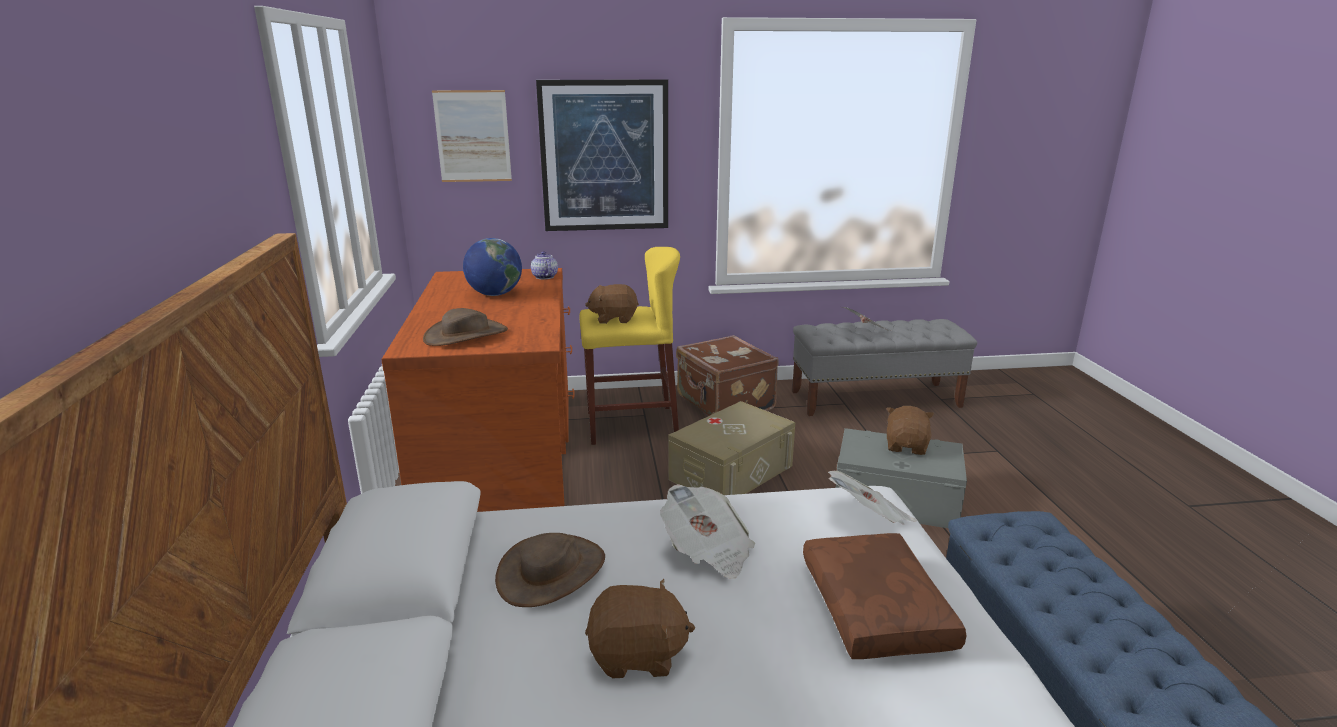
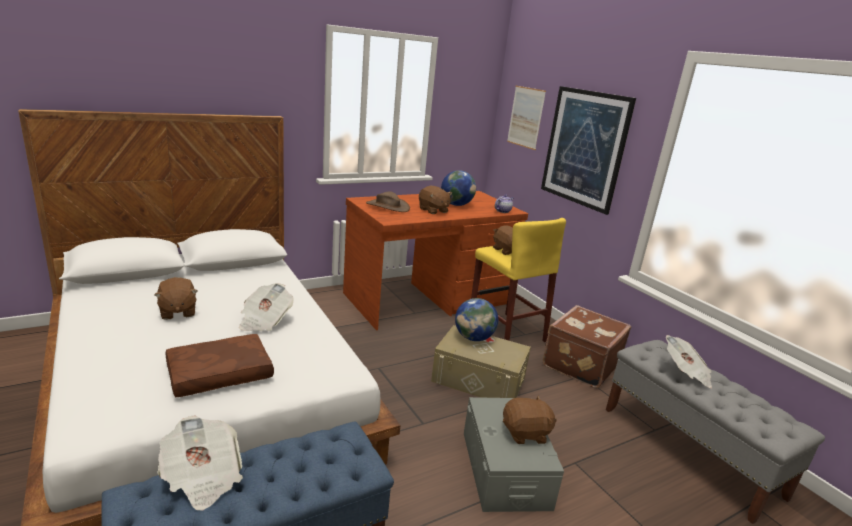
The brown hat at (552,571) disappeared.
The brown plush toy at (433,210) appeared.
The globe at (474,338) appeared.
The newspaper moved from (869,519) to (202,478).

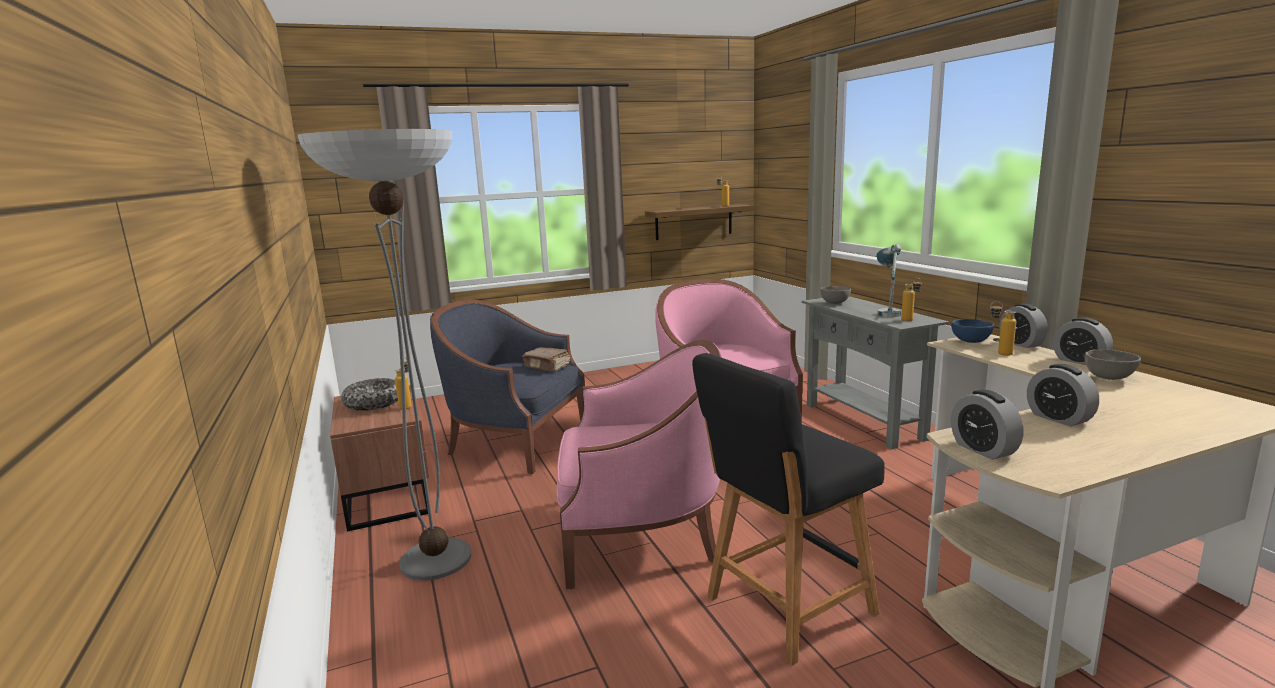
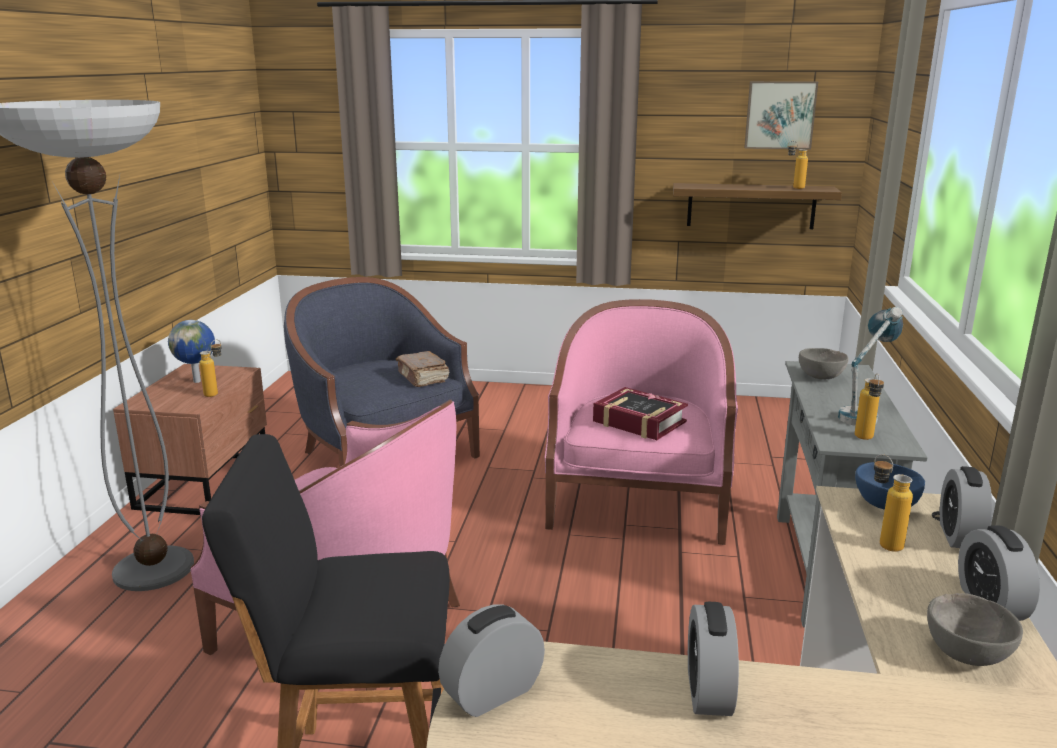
The book at (639,422) appeared.
The picture at (780,115) appeared.
The bowl at (374,403) was replaced by the globe at (198,381).
The alarm clock at (983,449) turned 45 degrees clockwise.

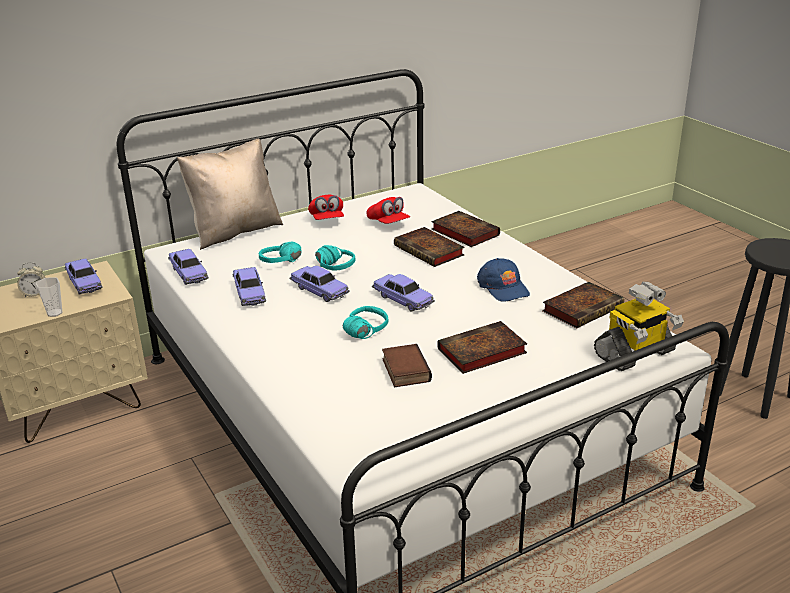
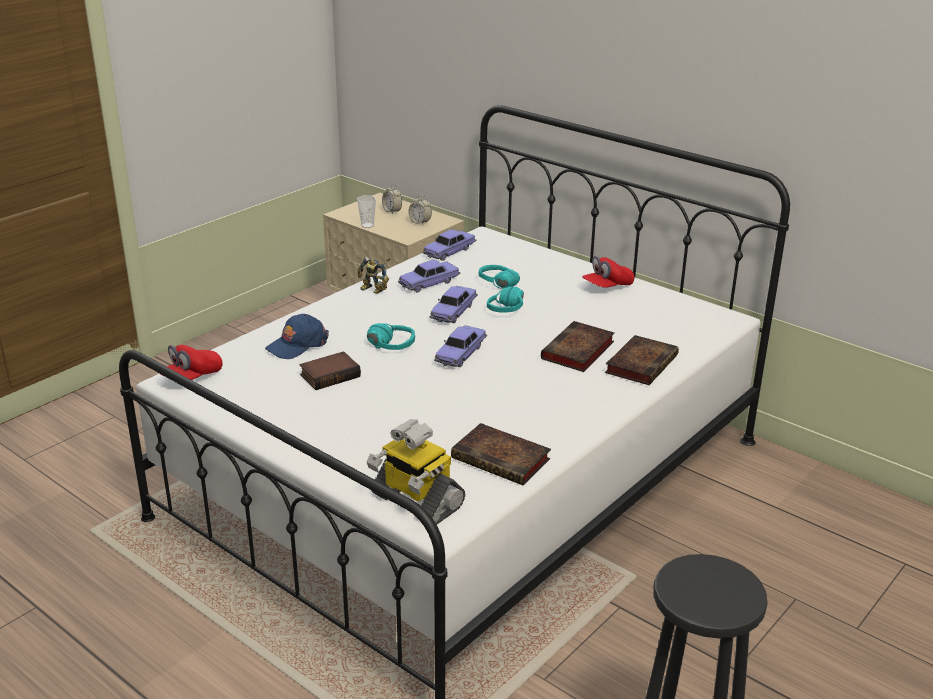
The beige pillow at (235,231) disappeared.
The book at (480,352) disappeared.
The toy robot at (372,290) appeared.
The red cap moved from (388,223) to (192,377).
The blue cap moved from (503,287) to (297,344).
The toy car at (84,283) was replaced by the alarm clock at (420,223).

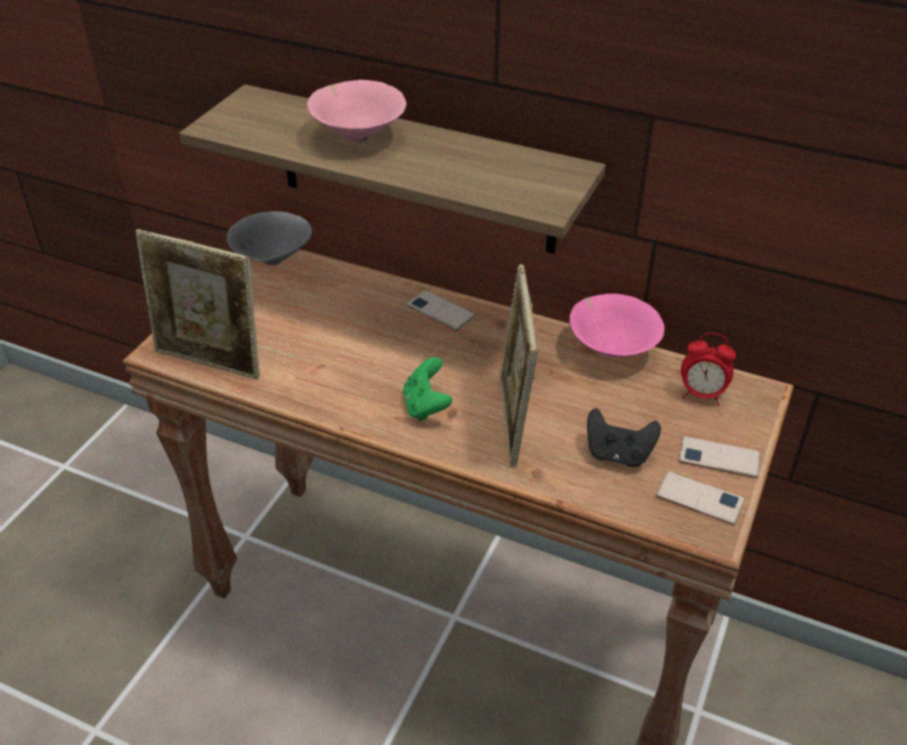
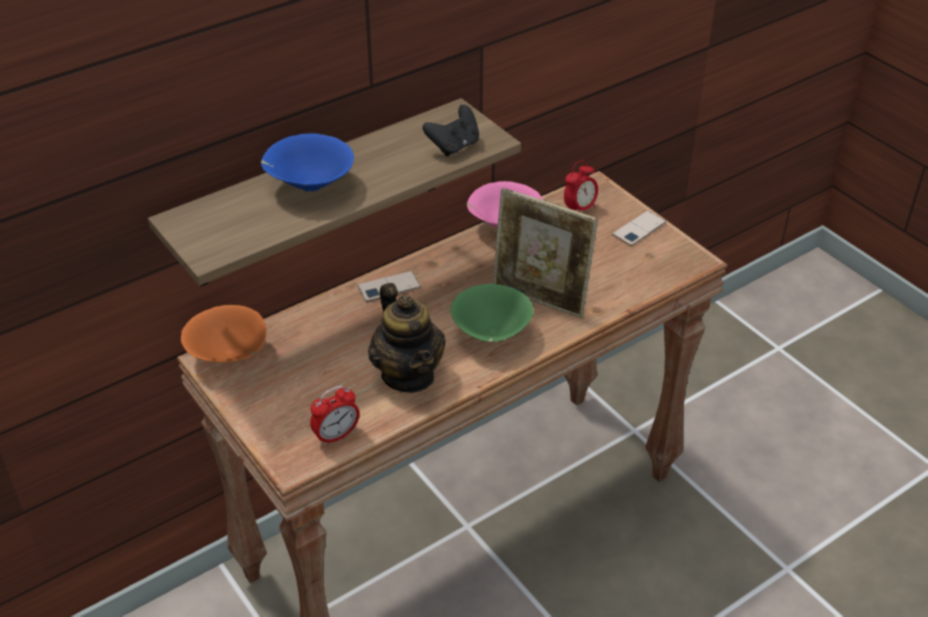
The phone at (699,498) disappeared.
The teapot at (408,375) appeared.
The black game controller moved from (618,454) to (454,146).
The picture frame at (211,361) was replaced by the alarm clock at (336,435).
The green game controller at (426,406) was replaced by the green bowl at (491,334).
The grey bowl at (272,261) became the orange bowl at (229,357).
The pink bowl at (357,135) became the blue bowl at (309,186).

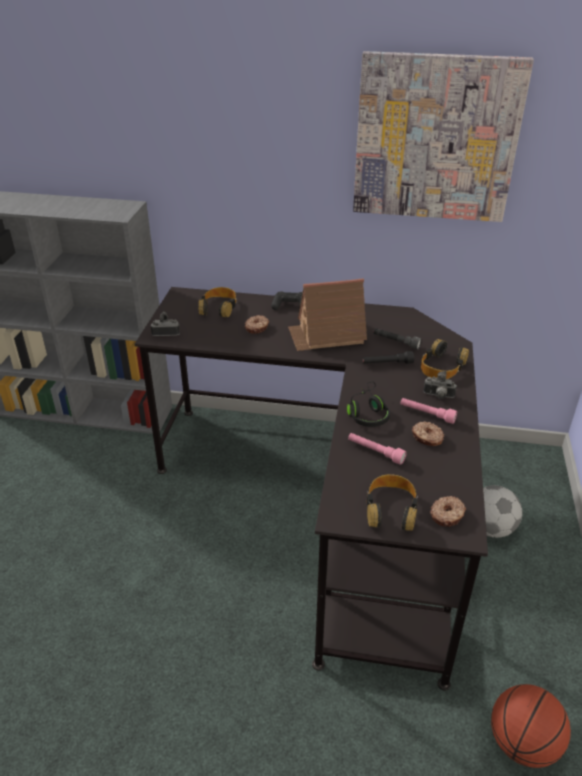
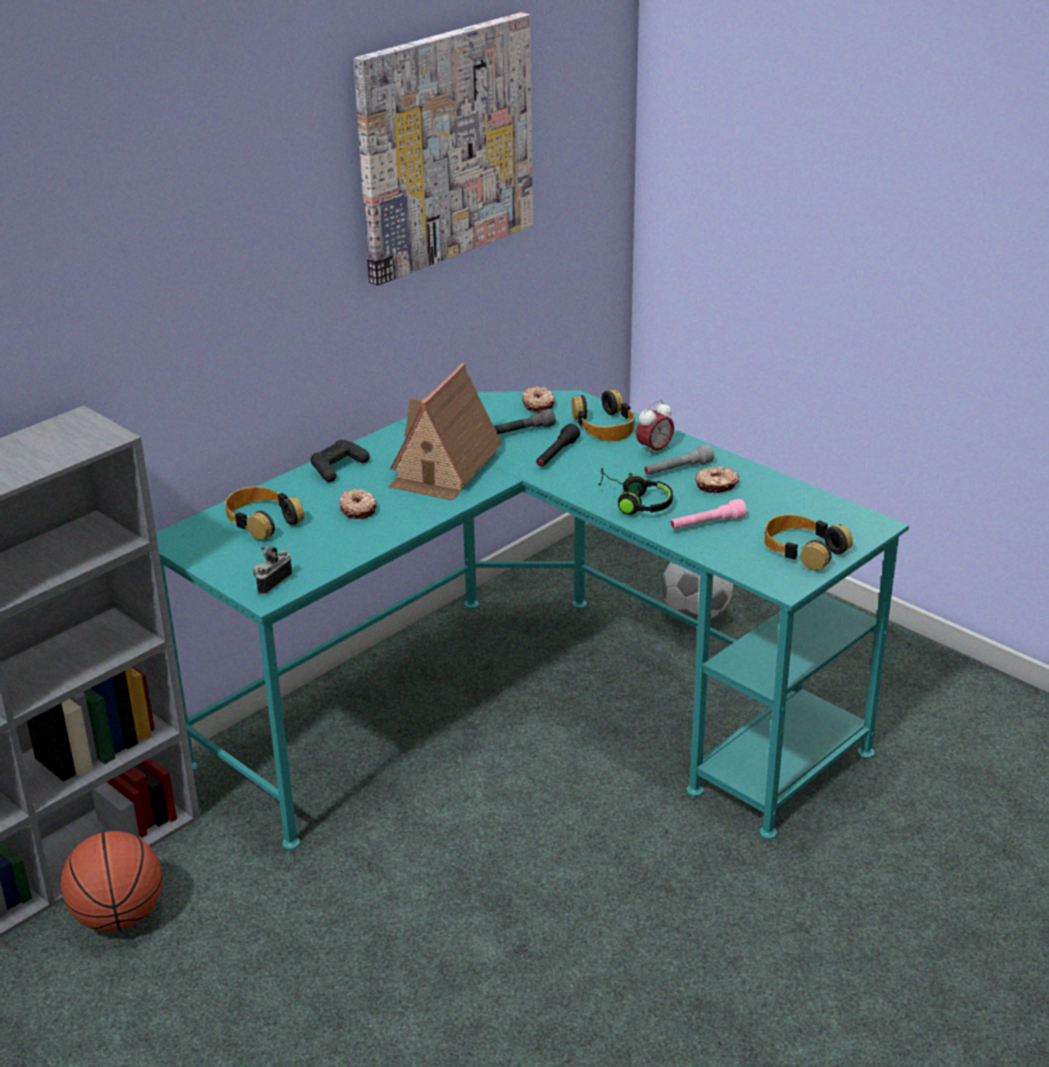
The donut moved from (447,515) to (539,405).
The basketball moved from (522,743) to (119,917).
The photo camera at (438,396) was replaced by the alarm clock at (654,450).
The black desk at (329,501) became the turquoise desk at (526,711).
The pink flashlight at (427,414) became the grey flashlight at (677,470).

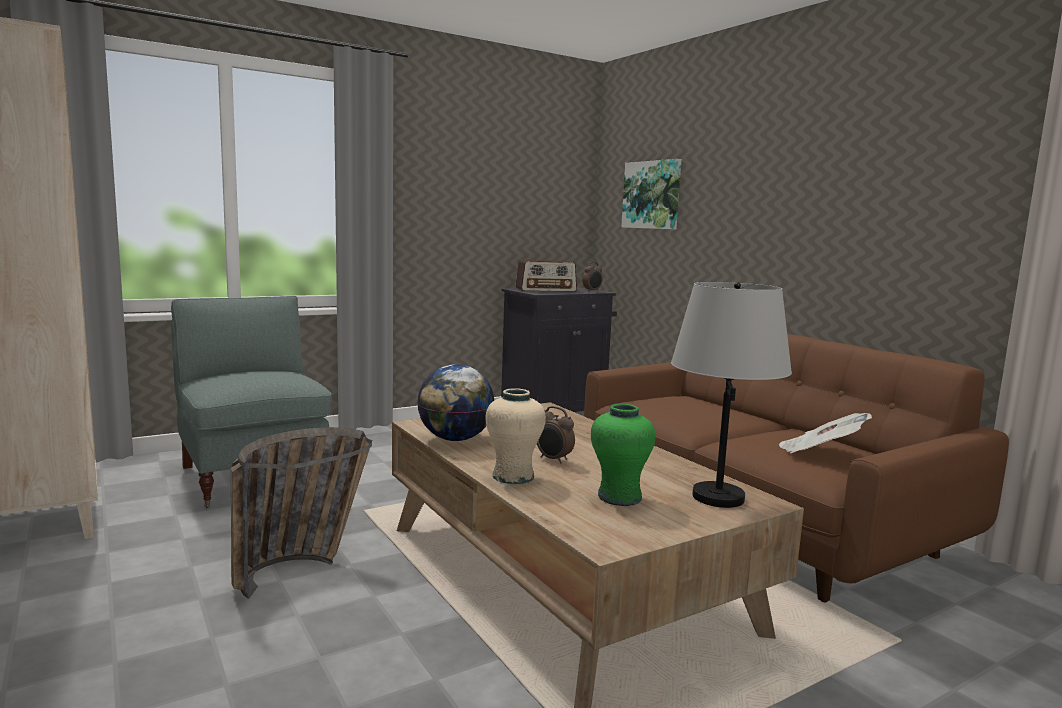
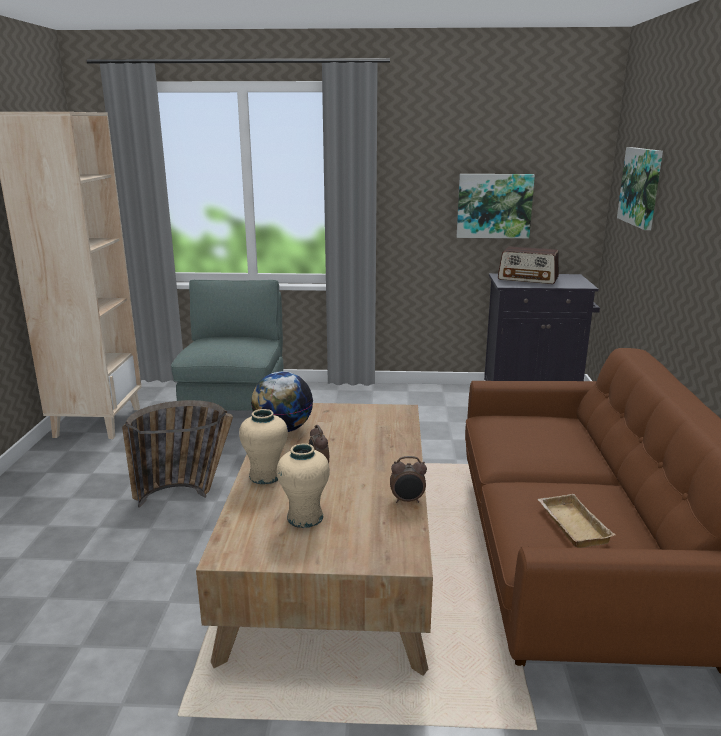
The grey table lamp at (717,497) disappeared.
The picture at (494,206) appeared.
The alarm clock moved from (592,291) to (407,501).
The newspaper at (819,454) was replaced by the beige tray at (570,525).
The green vase at (619,497) became the beige vase at (304,517).

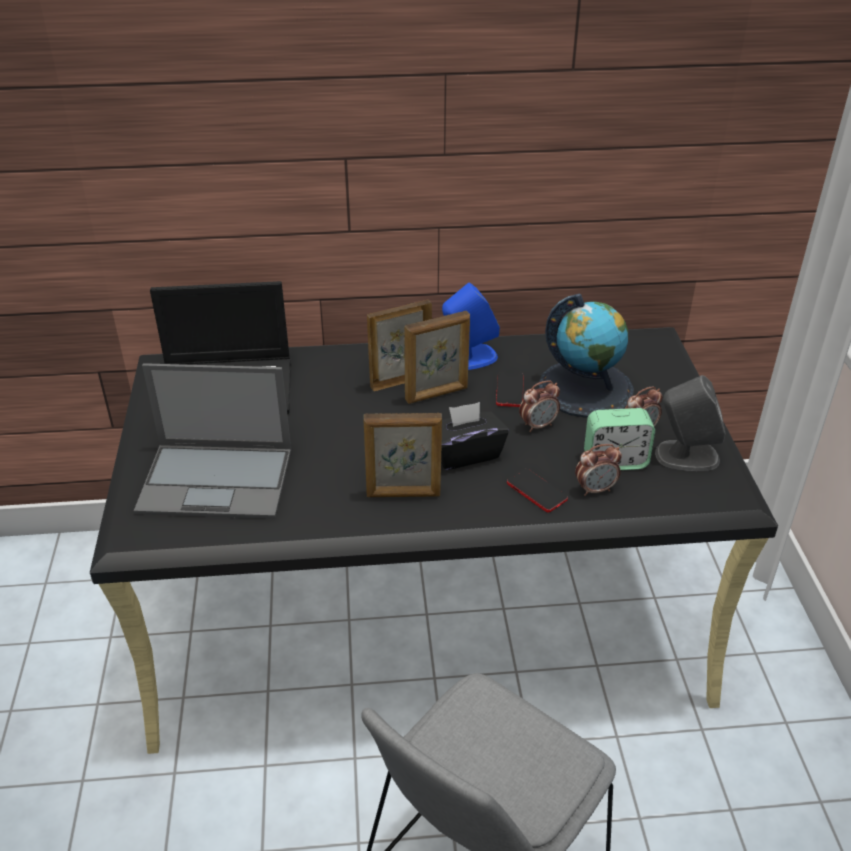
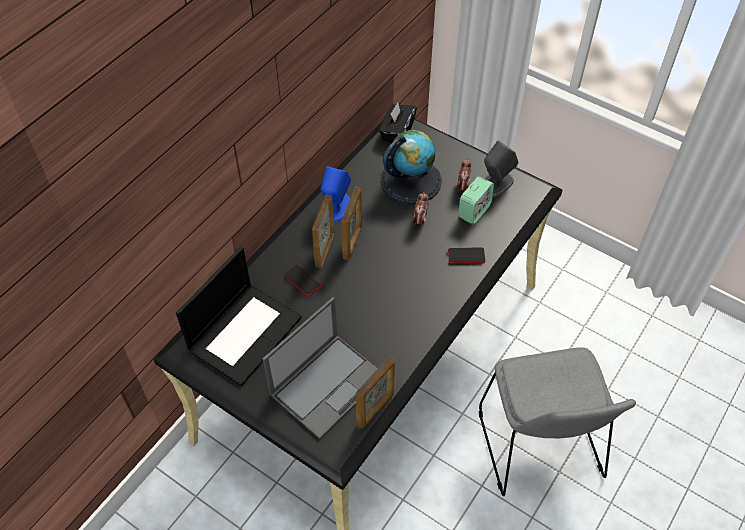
The alarm clock at (595,489) disappeared.
The picture frame moved from (403,494) to (375,409).
The black tissue box moved from (465,453) to (397,132).
The phone moved from (509,390) to (302,280).

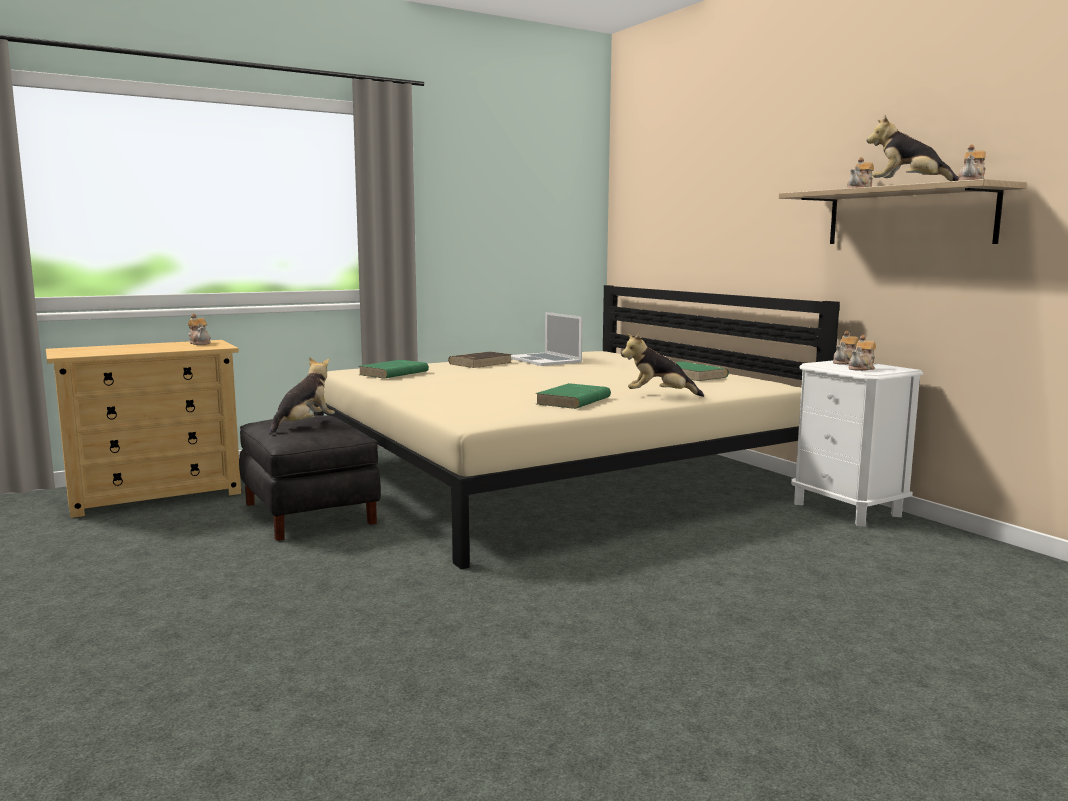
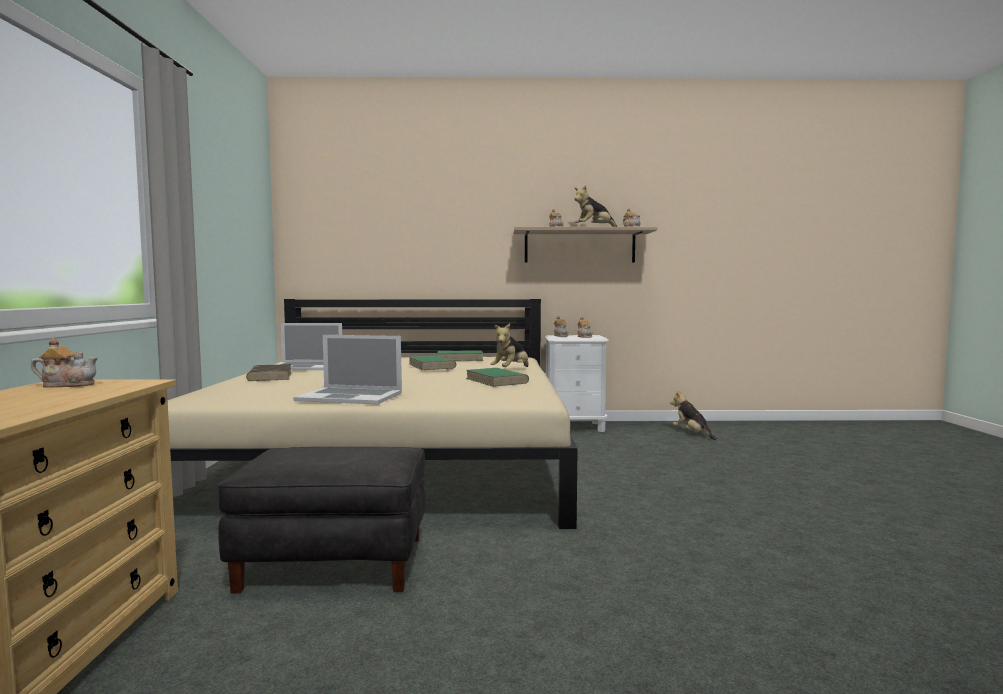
The laptop at (350,396) appeared.
The plush toy moved from (304,426) to (692,433).
The green book moved from (393,373) to (432,366).

